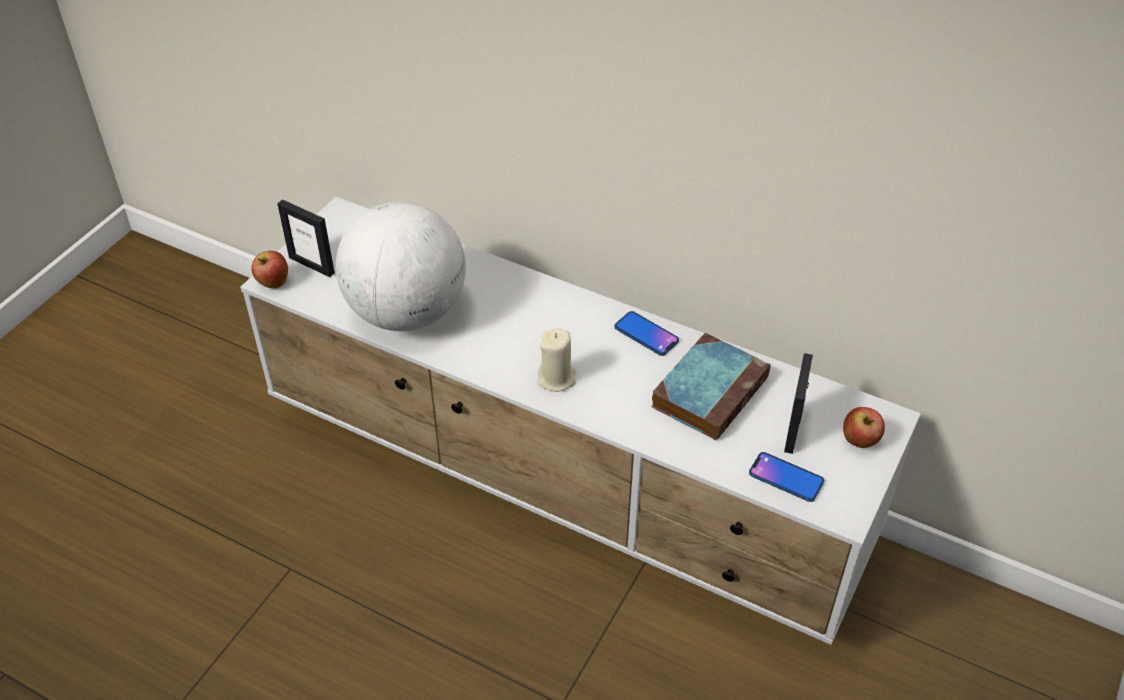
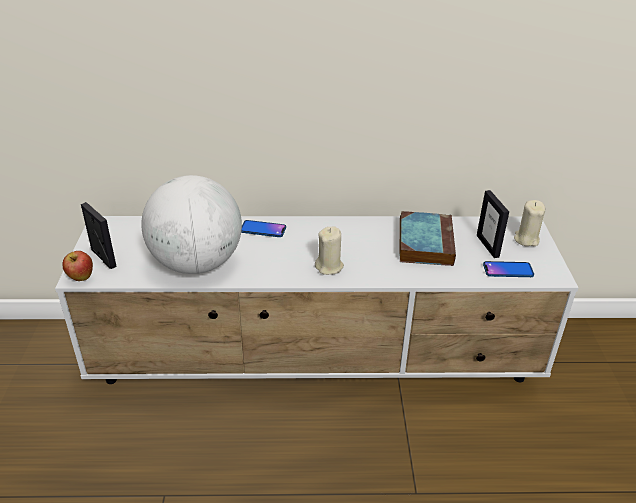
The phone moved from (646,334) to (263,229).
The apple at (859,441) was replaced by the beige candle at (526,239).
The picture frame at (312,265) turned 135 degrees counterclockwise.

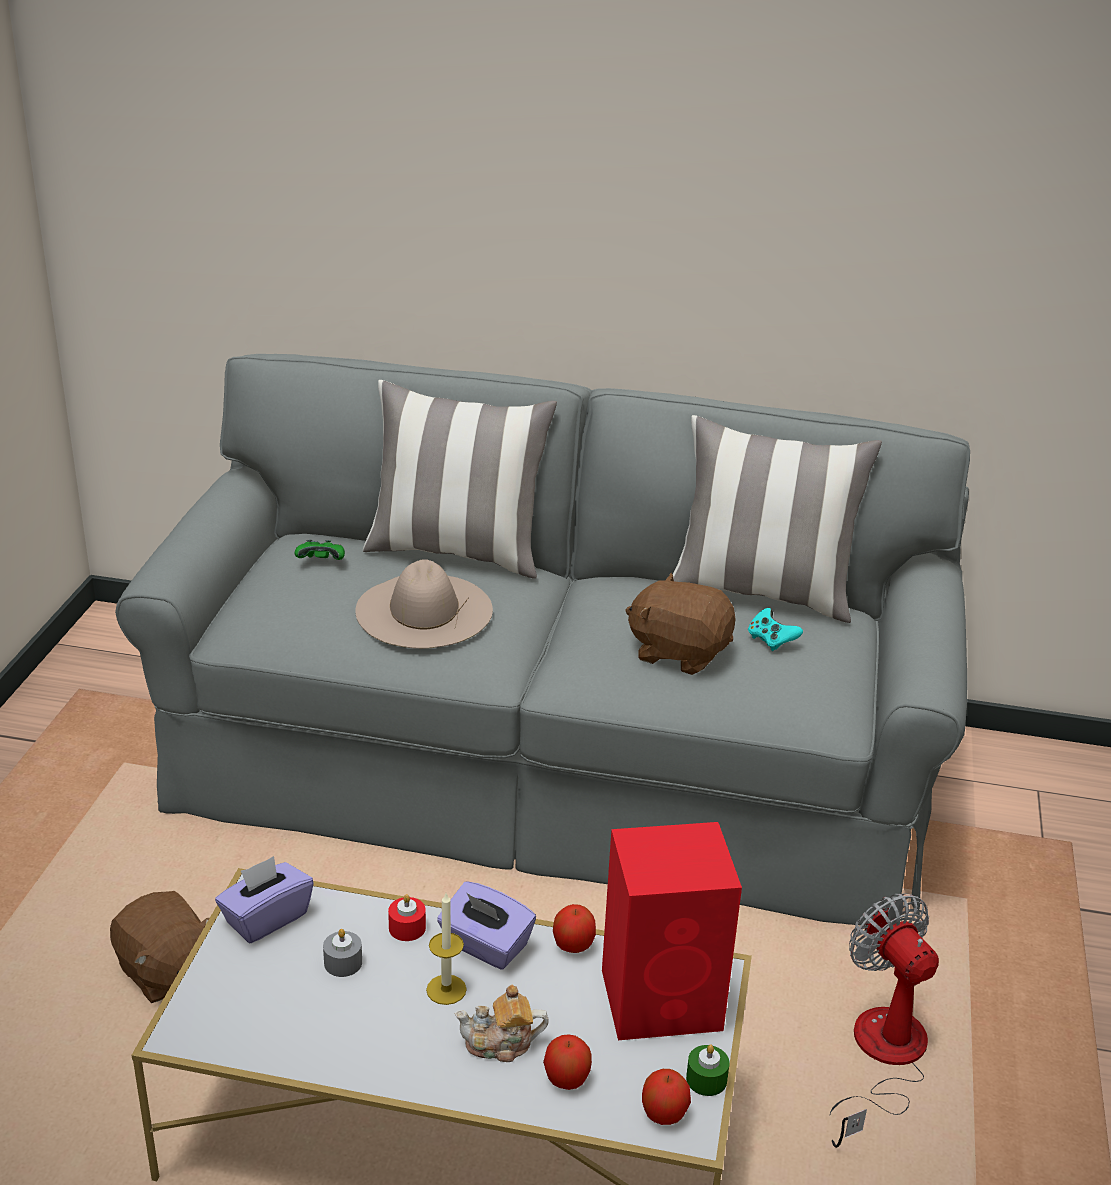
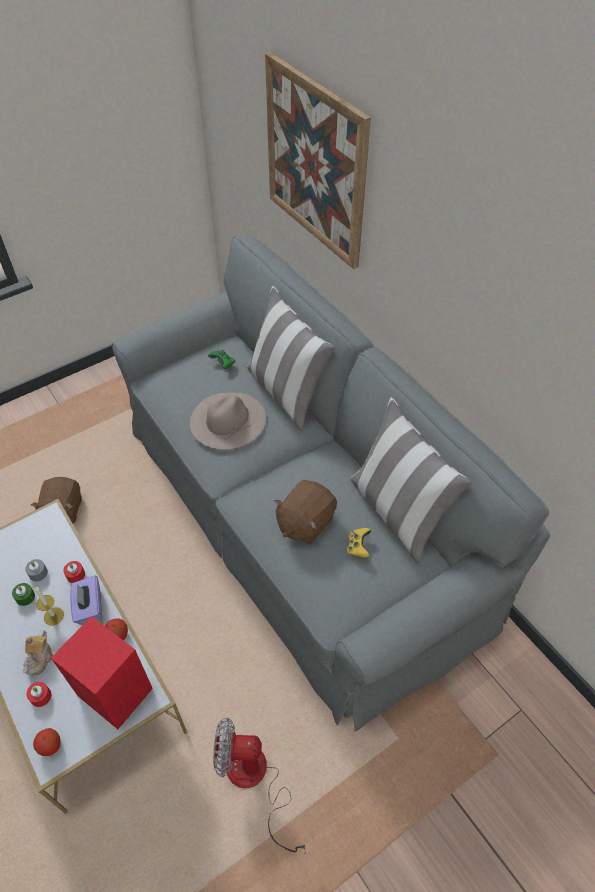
The purple tissue box at (266,918) disappeared.
The picture at (315,162) appeared.
The green candle moved from (706,1079) to (25,597).
The apple at (566,1079) was replaced by the red candle at (41,696).
The turquoise game controller at (771,640) became the yellow game controller at (358,547).
The teapot at (500,1044) turned 120 degrees counterclockwise.
The brown plush toy at (679,652) turned 120 degrees counterclockwise.
The fan at (881,1059) turned 105 degrees counterclockwise.

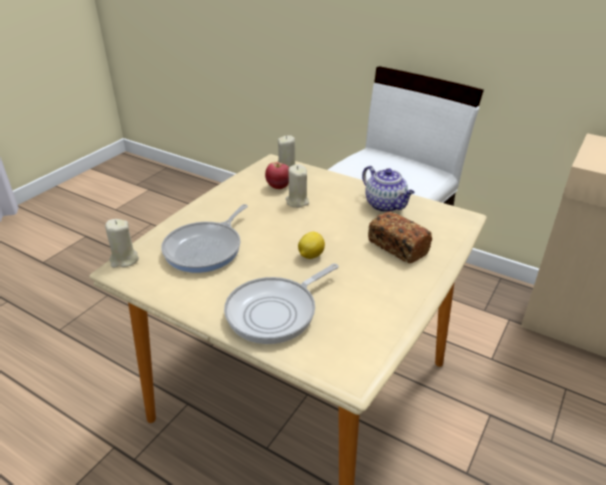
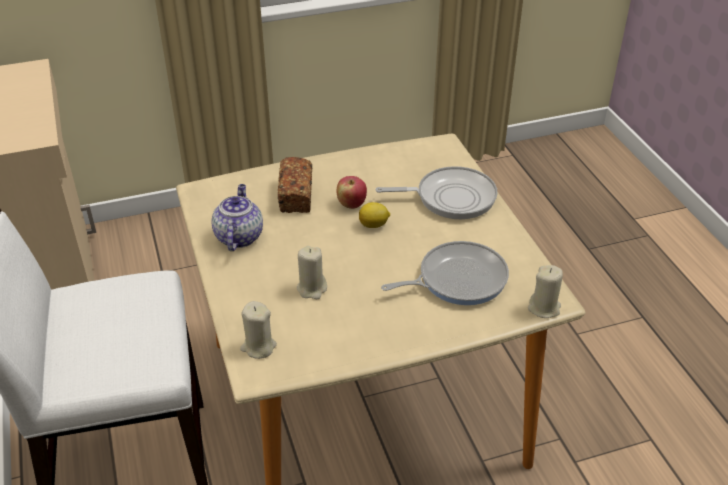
The apple moved from (278,186) to (351,204).

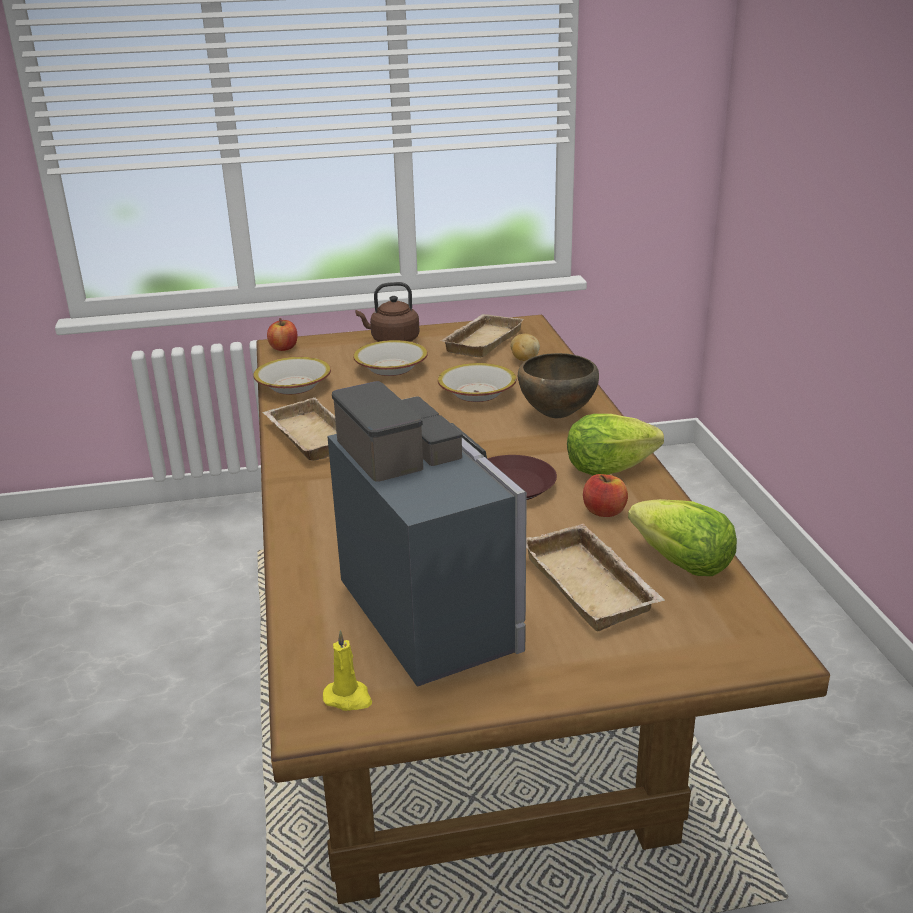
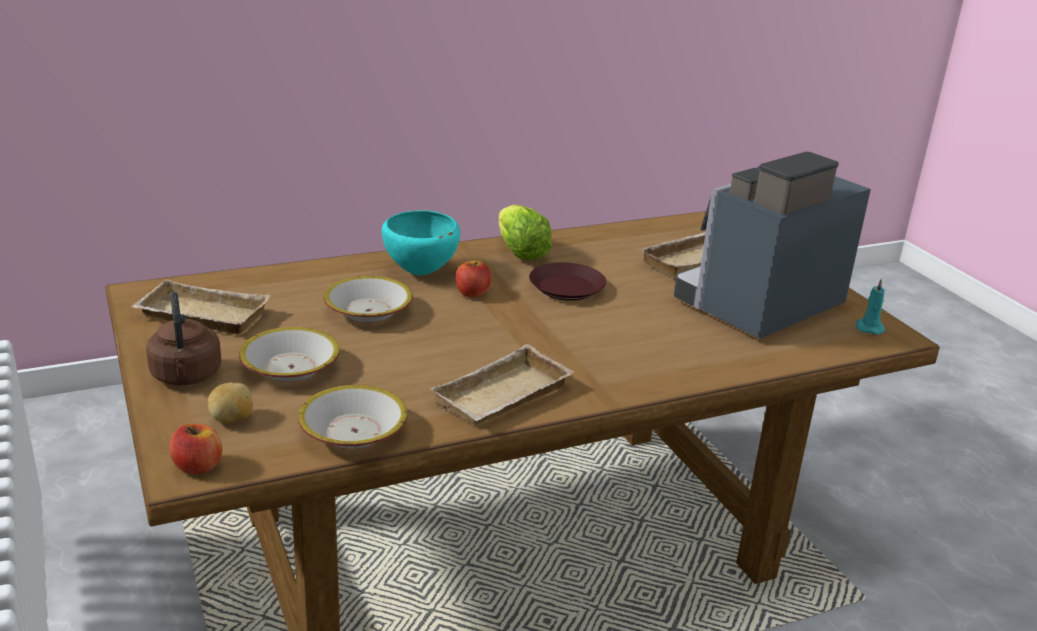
The lettuce at (681,563) disappeared.
The potato moved from (524,359) to (232,419).
The apple moved from (604,511) to (472,293).
The yellow candle at (348,698) became the turquoise candle at (869,327).
The brown bowl at (556,416) became the turquoise bowl at (421,273).

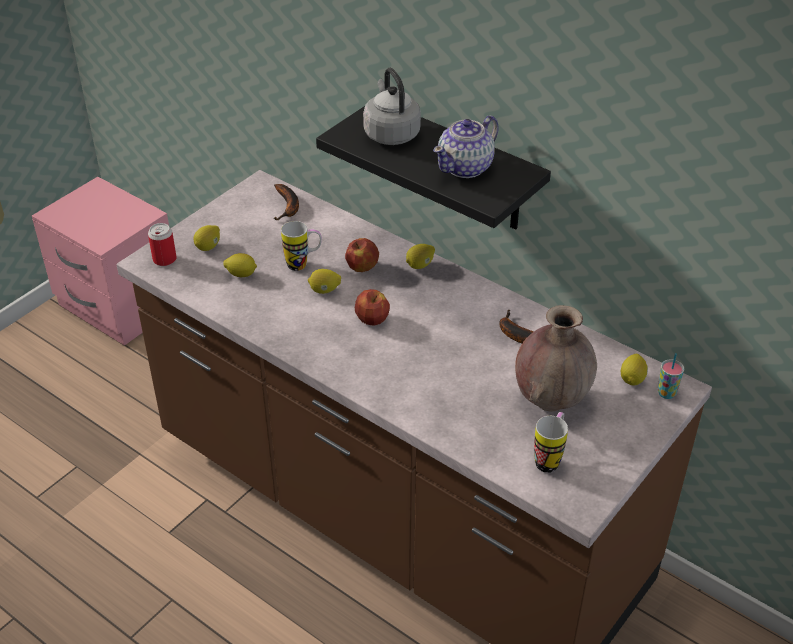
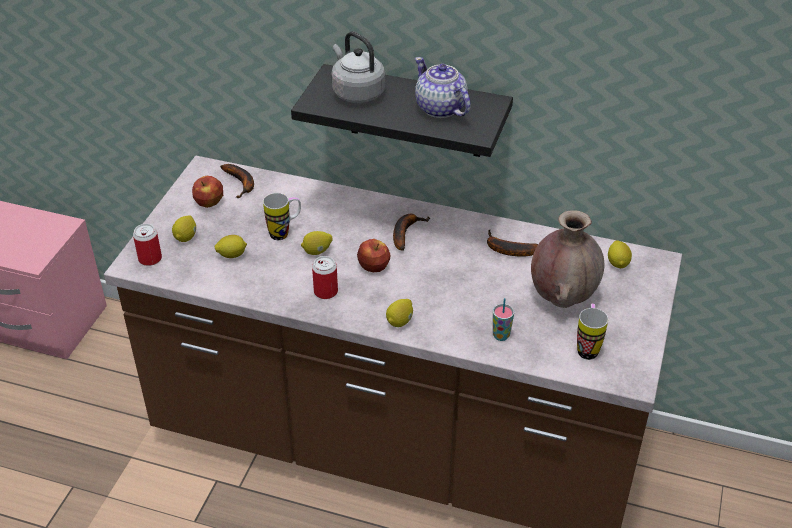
The can at (325,292) appeared.
The banana at (405,232) appeared.
The apple moved from (362,267) to (209,202).
The lemon moved from (420,265) to (400,321).
The cup moved from (666,393) to (501,335).
The teapot at (466,167) turned 120 degrees clockwise.

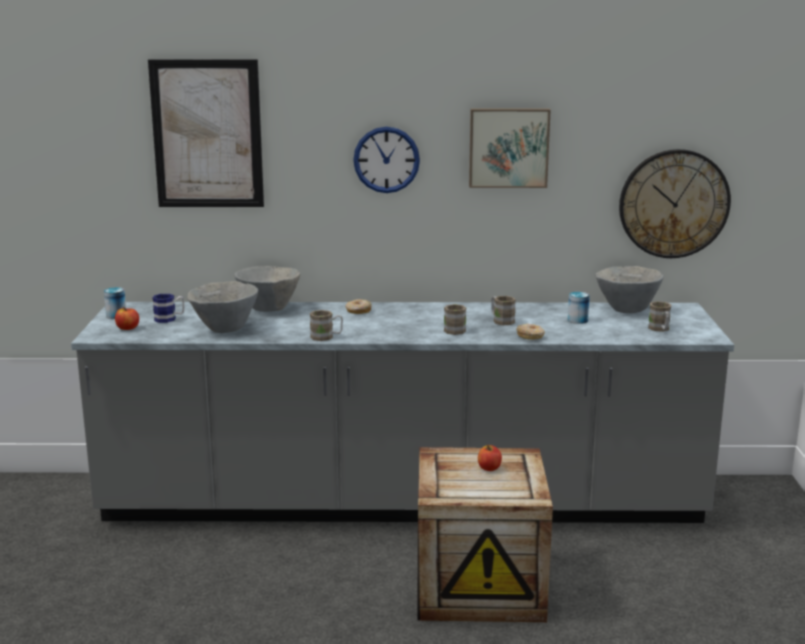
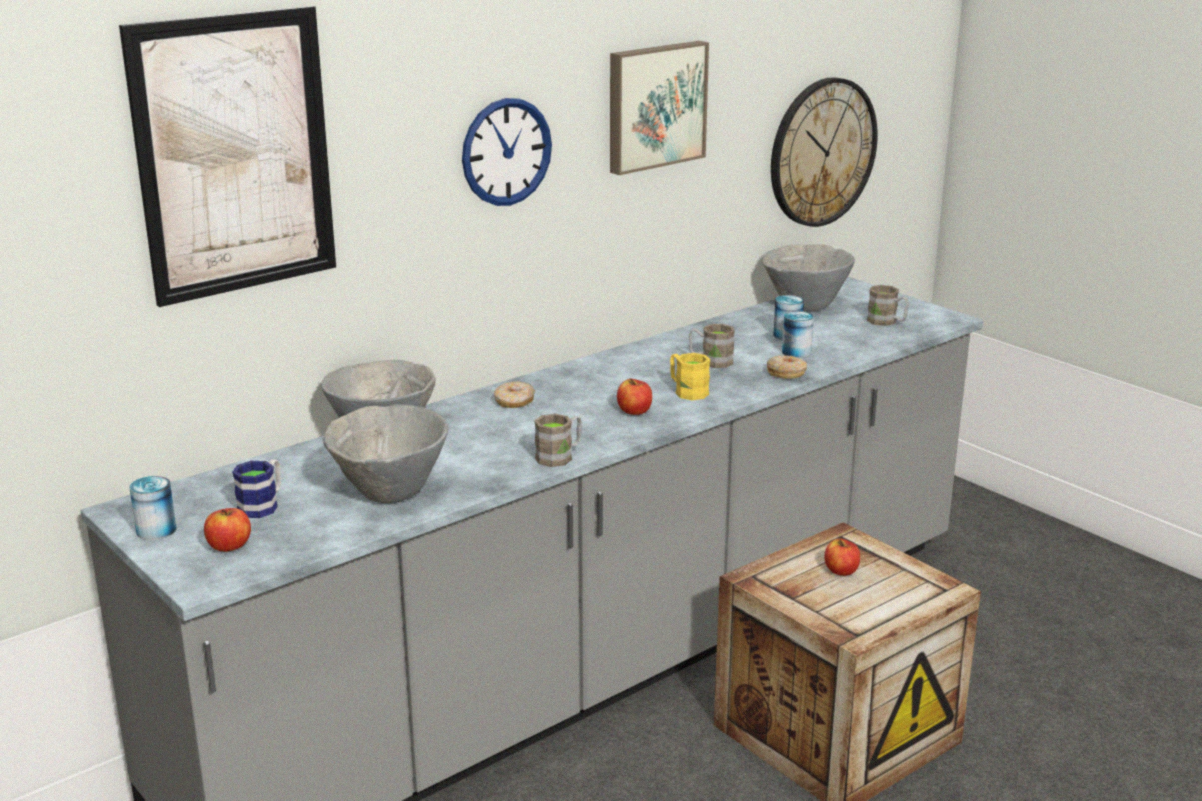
The apple at (634,411) appeared.
The can at (796,352) appeared.
The brown mug at (454,329) became the yellow mug at (687,391).

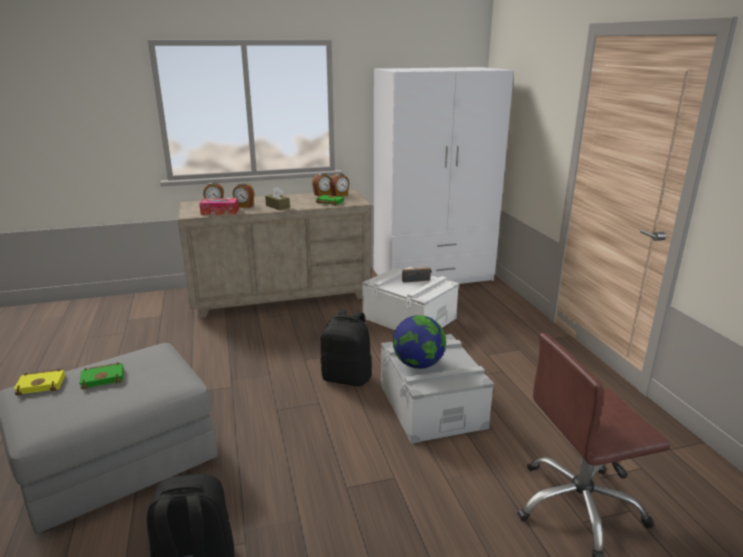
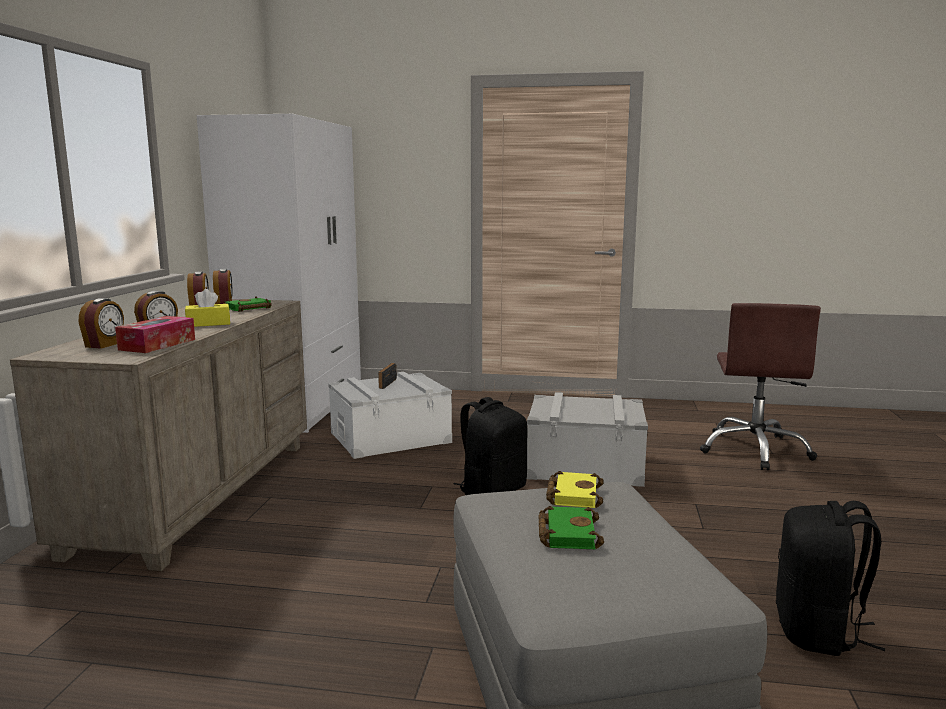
The globe at (418,364) disappeared.
The yellow book moved from (42,384) to (572,494).
The brown tissue box at (277,206) became the yellow tissue box at (208,324).

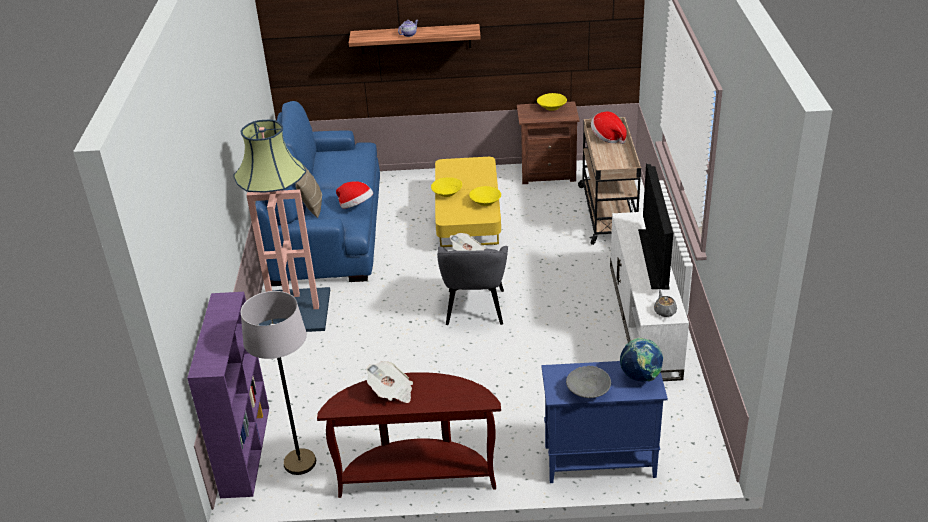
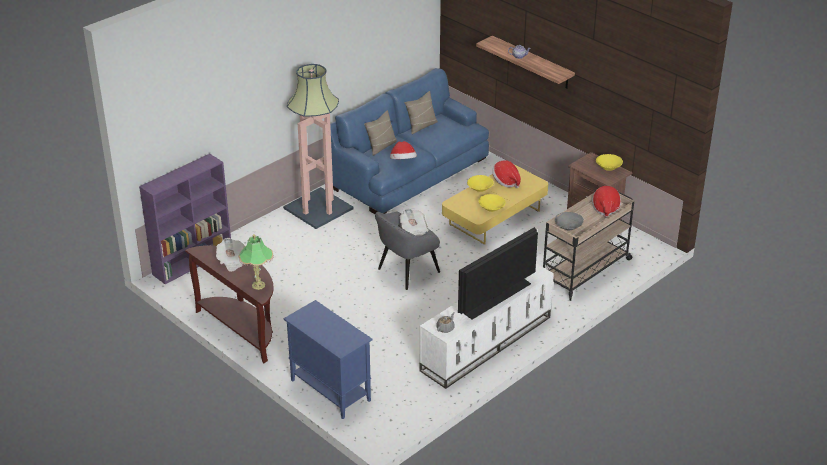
The grey floor lamp at (300,462) disappeared.
The globe at (640,377) disappeared.
The table lamp at (258,285) appeared.
The beige pillow at (421,126) appeared.
The hat at (506,181) appeared.
The grey bowl moved from (588,391) to (568,227).

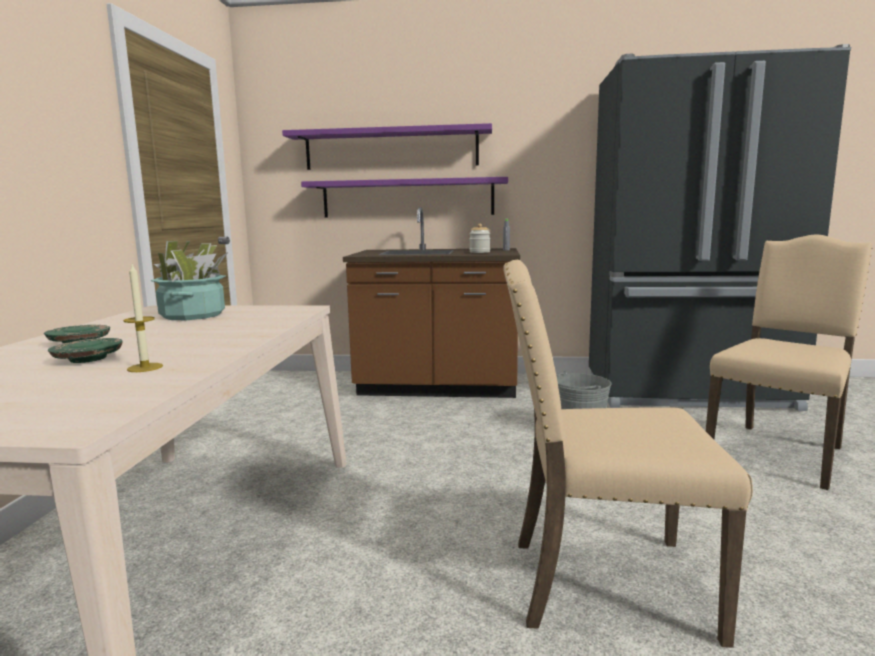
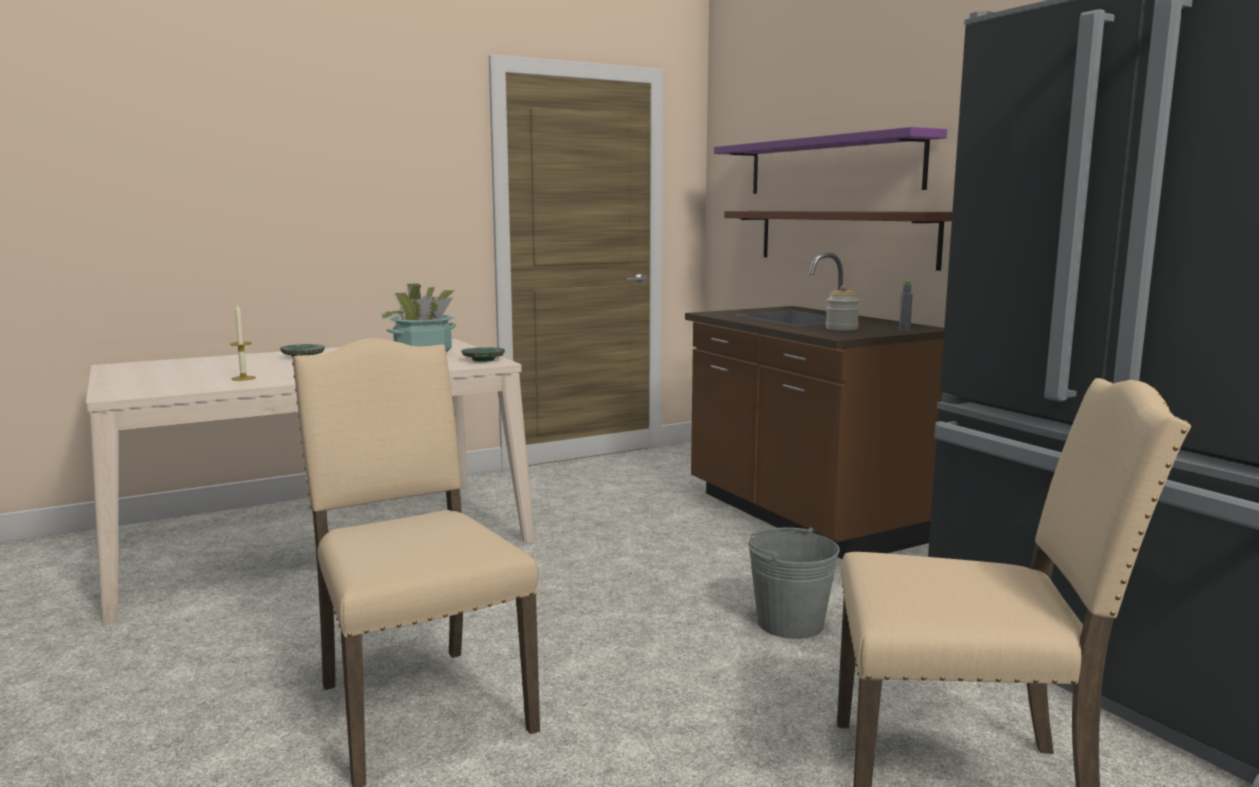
The green plate moved from (88,359) to (483,360).
The purple shelf at (407,198) became the brown shelf at (843,237).

